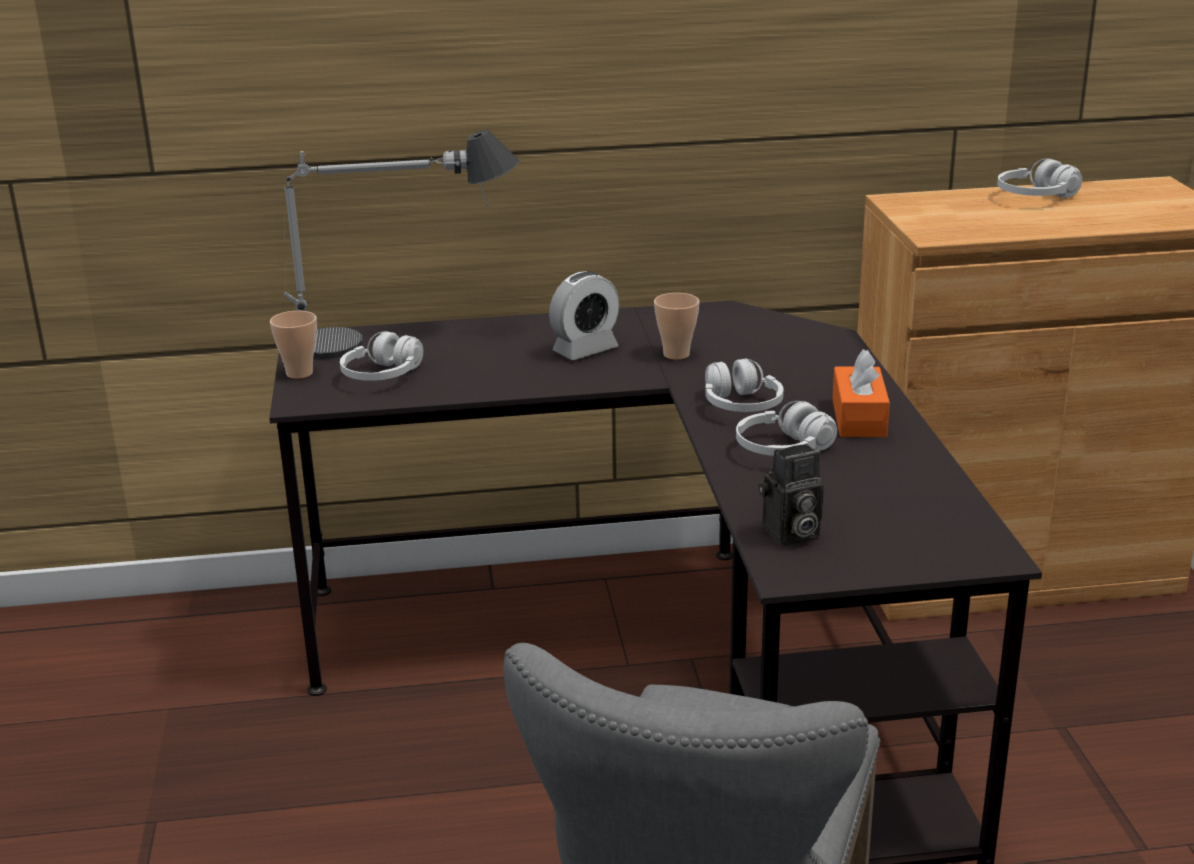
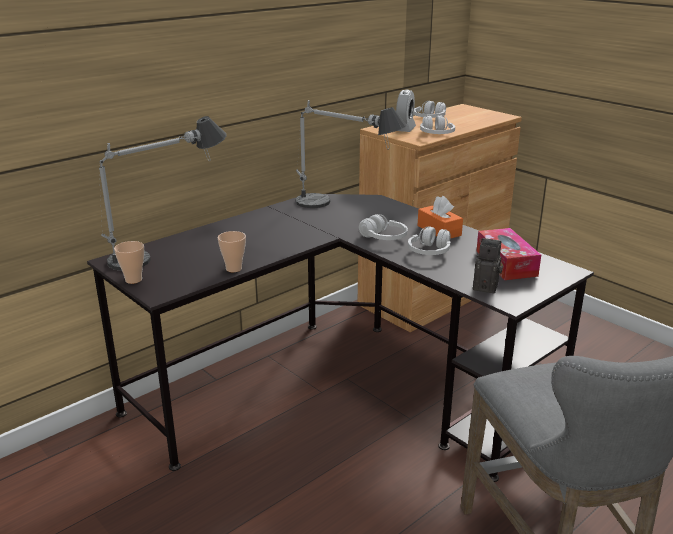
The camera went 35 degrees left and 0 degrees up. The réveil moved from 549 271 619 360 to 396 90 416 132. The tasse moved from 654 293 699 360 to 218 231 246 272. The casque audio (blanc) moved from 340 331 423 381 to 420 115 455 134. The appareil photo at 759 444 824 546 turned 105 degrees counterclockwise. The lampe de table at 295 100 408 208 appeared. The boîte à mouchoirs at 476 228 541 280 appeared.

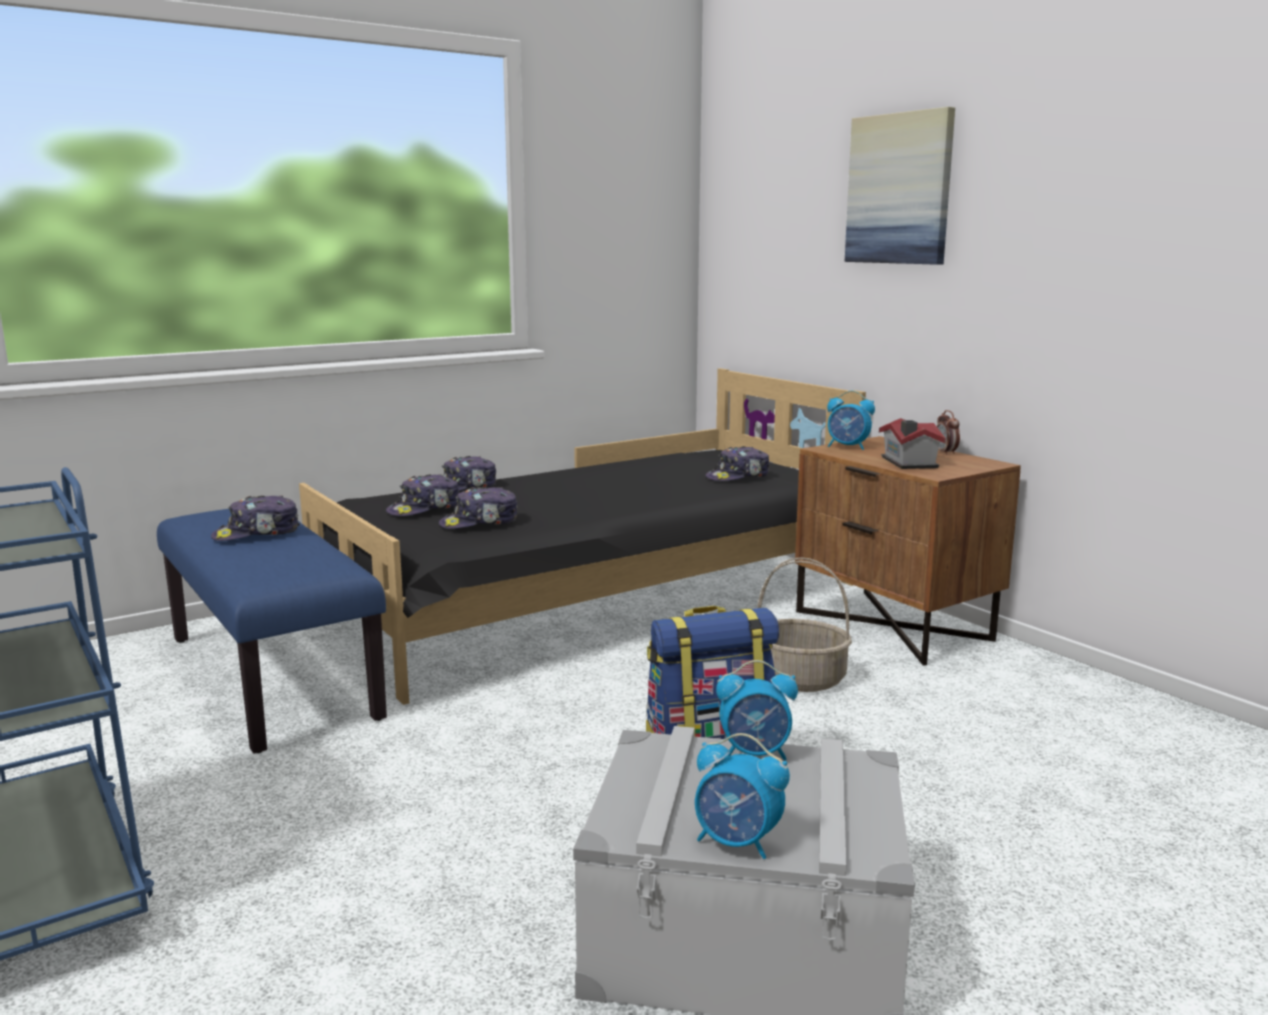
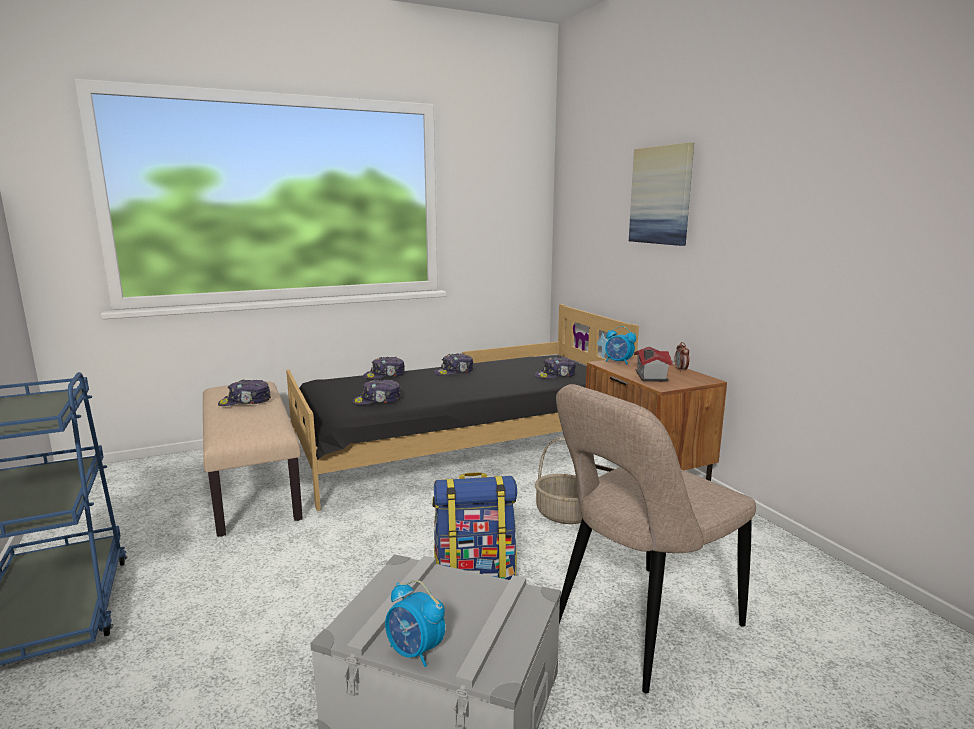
The camera went 10 degrees right and 0 degrees up. The casquette moved from 386 474 459 516 to 434 353 473 376. The banc (bleu) at 157 509 387 753 became the banc (beige) at 203 381 303 537. The réveil at 716 660 798 761 disappeared. The chaise (beige) at 556 384 756 694 appeared.

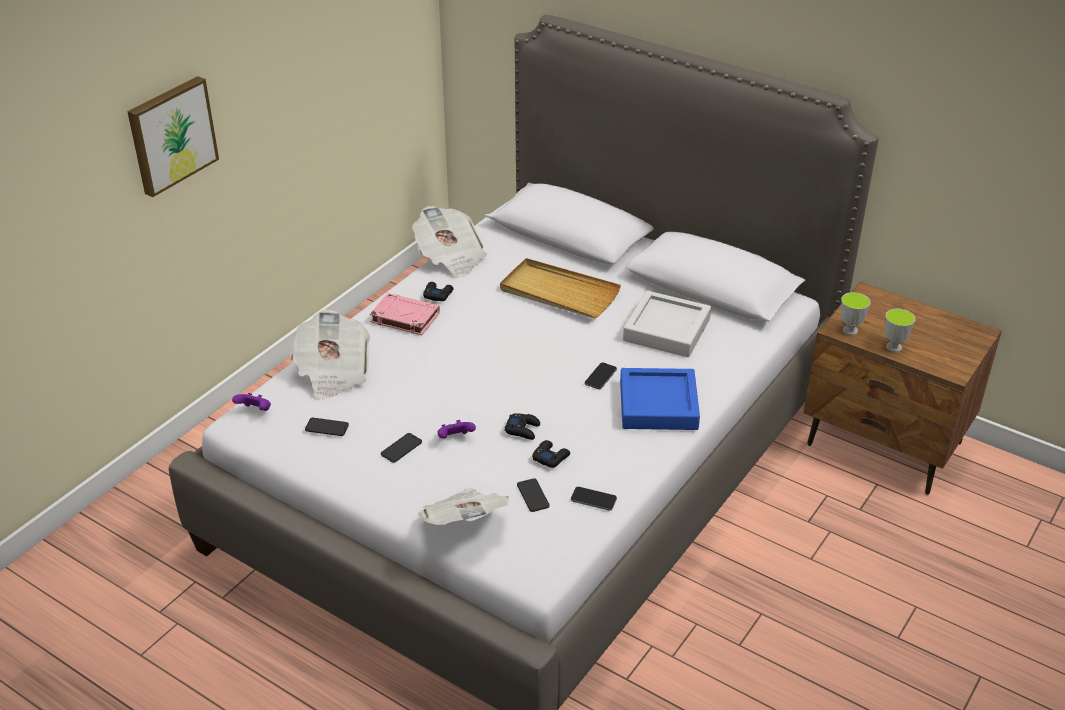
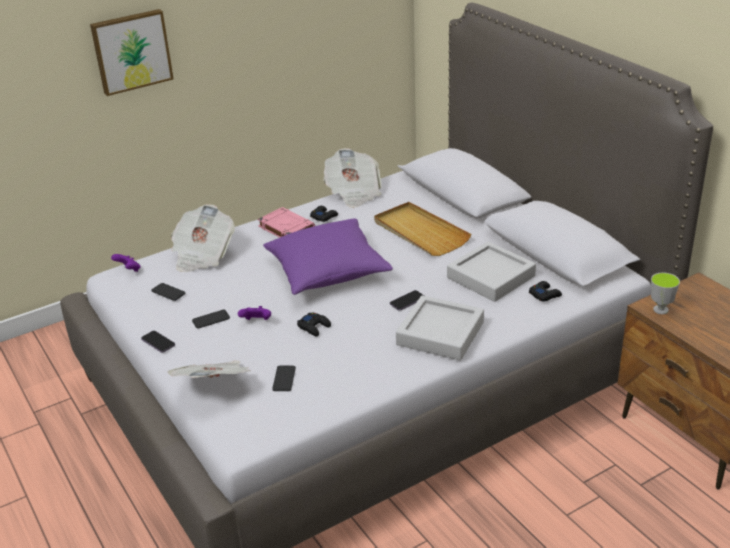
The camera went 25 degrees right and 5 degrees down. The tasse at 885 309 915 352 disappeared. The plateau (bleu) at 620 368 700 430 became the plateau (gris) at 396 295 484 360. The manette (noir) moved from 532 440 570 468 to 529 281 562 302. The téléphone moved from 571 487 617 511 to 141 331 175 353. The coussin (violet) at 263 219 393 295 appeared.

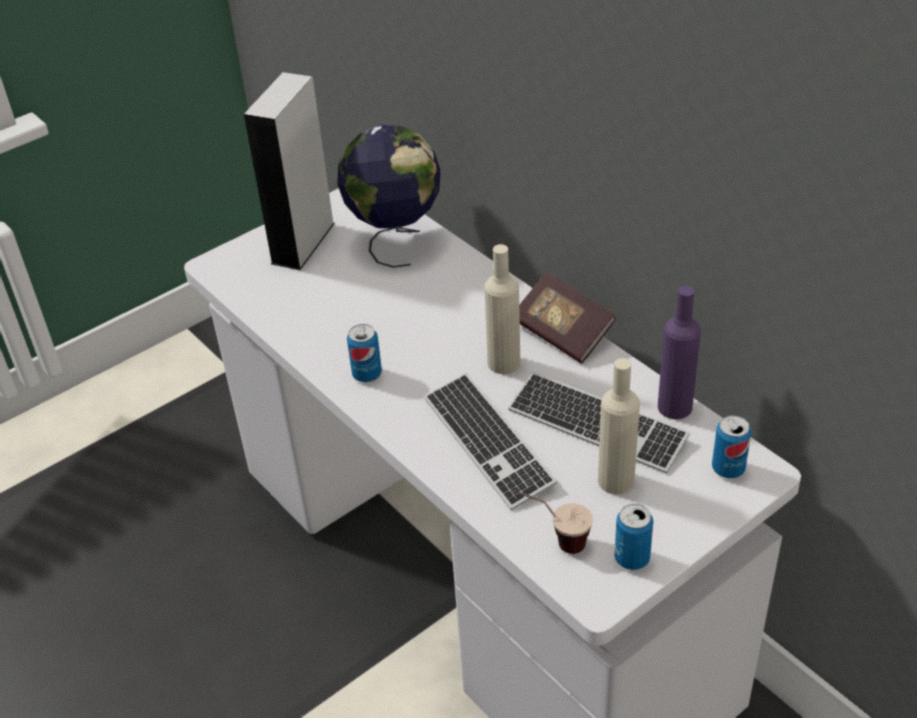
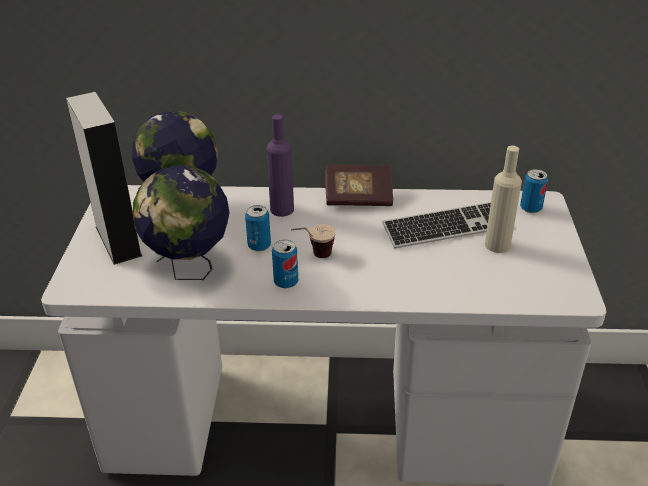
The camera went 50 degrees left and 5 degrees down. The bouteille (beige) at 484 244 520 374 disappeared. The bouteille (violet) moved from 658 286 701 419 to 266 114 294 217. The clavier at 424 373 557 510 disappeared. The tasse moved from 520 492 593 554 to 291 224 336 258. The boîte métallique moved from 614 504 653 570 to 245 205 271 251. The globe at 133 165 230 280 appeared.

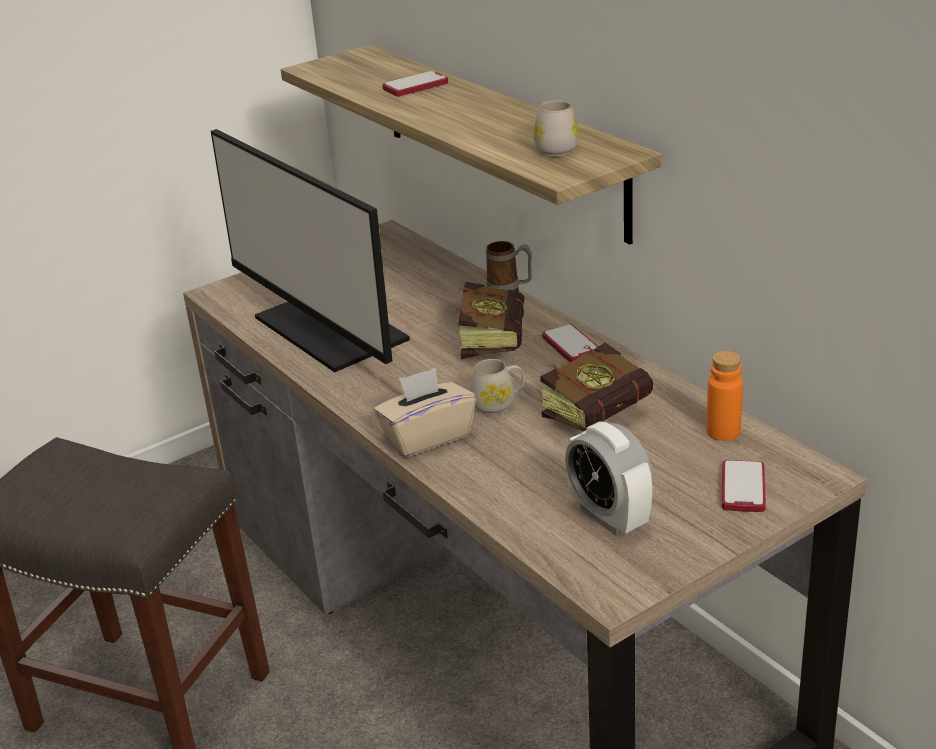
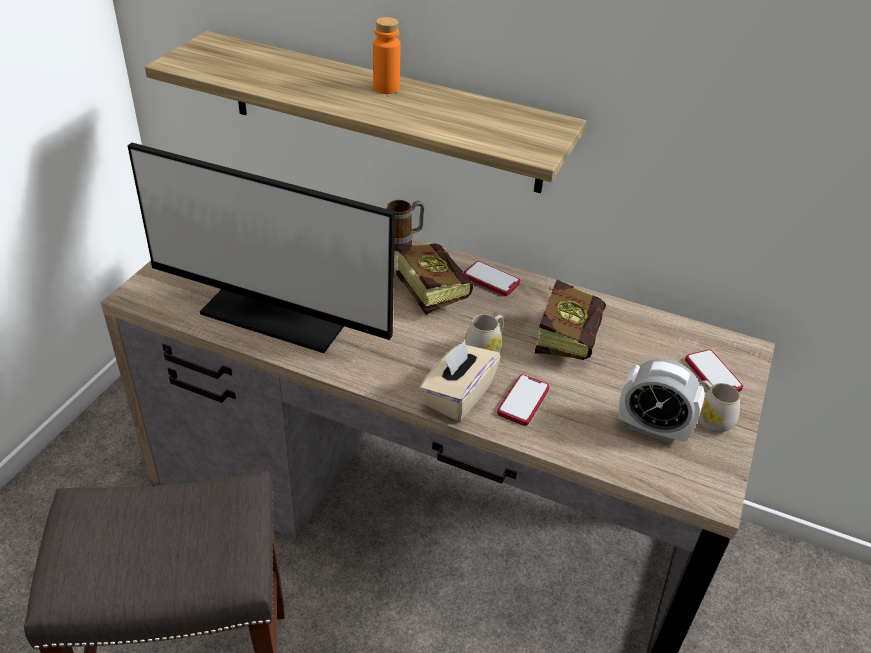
The camera went 35 degrees left and 10 degrees up. The téléphone moved from 382 71 448 97 to 497 374 550 426. The mug (blanc) moved from 533 100 579 157 to 698 380 740 433. The bouteille (orange) moved from 706 351 743 441 to 373 17 400 94.

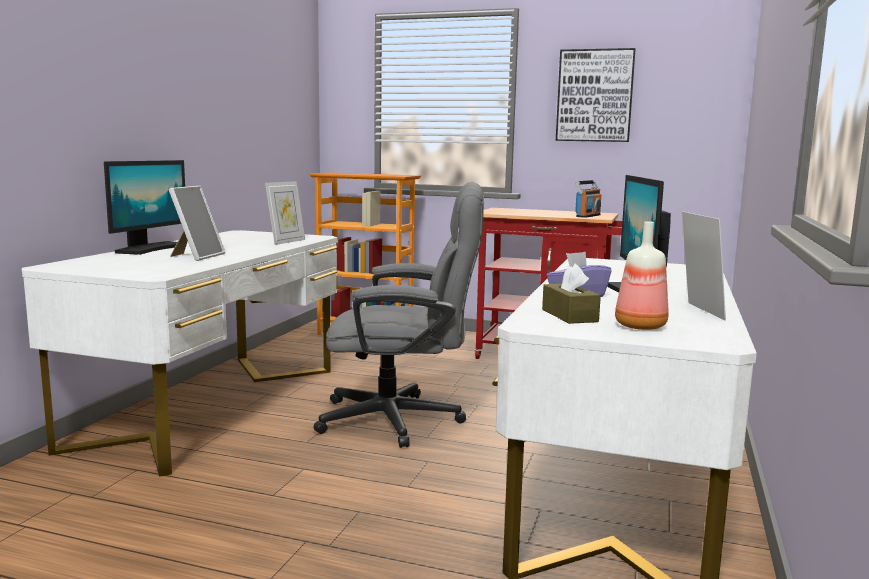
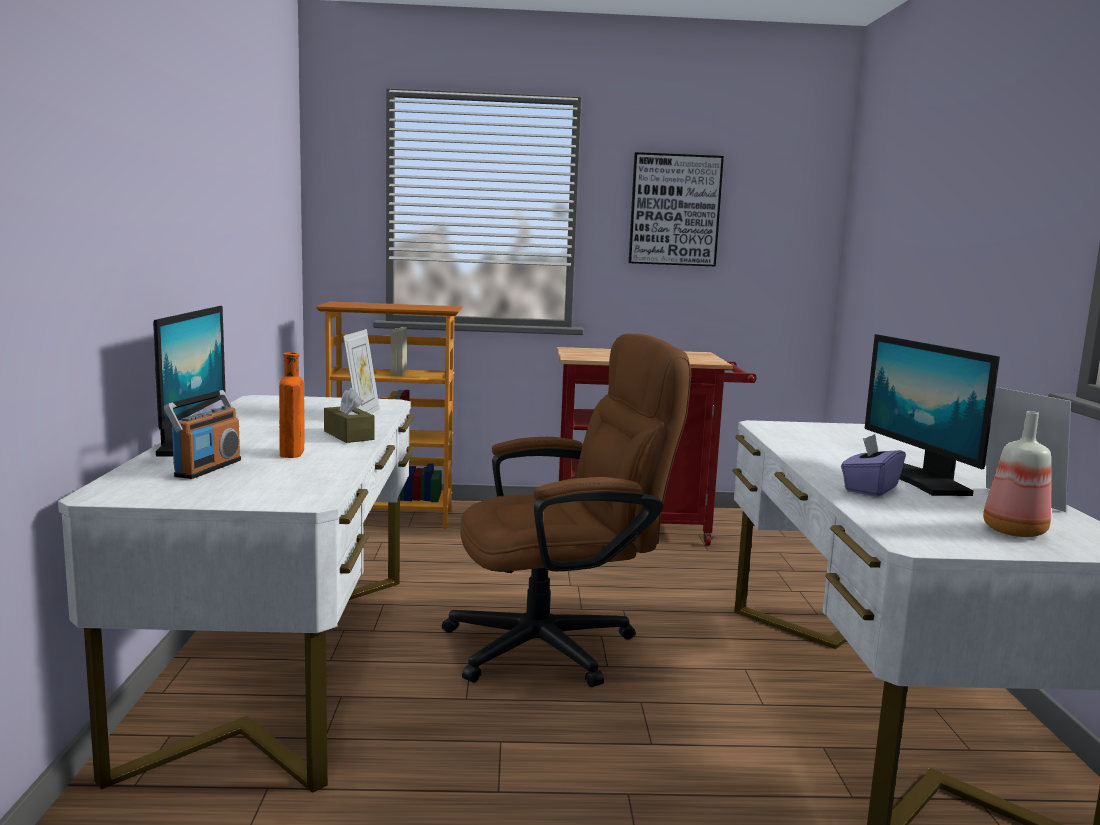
The camera went 20 degrees left and 0 degrees up. The radio moved from 575 180 601 218 to 164 390 241 479. The chaise de bureau (gris) at 313 182 484 448 became the chaise de bureau (marron) at 442 333 691 687. The cadre photo at 169 186 225 261 was replaced by the bouteille (orange) at 279 352 304 458. The boîte à mouchoirs (marron) moved from 542 264 601 324 to 324 388 374 443.

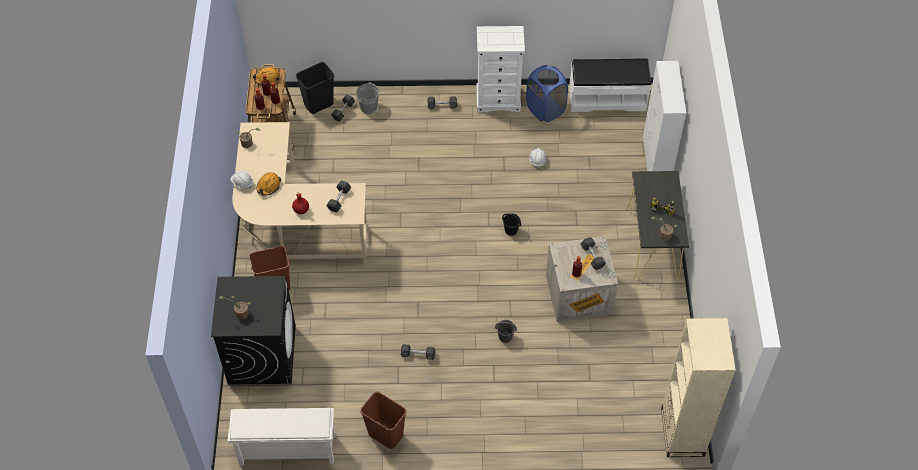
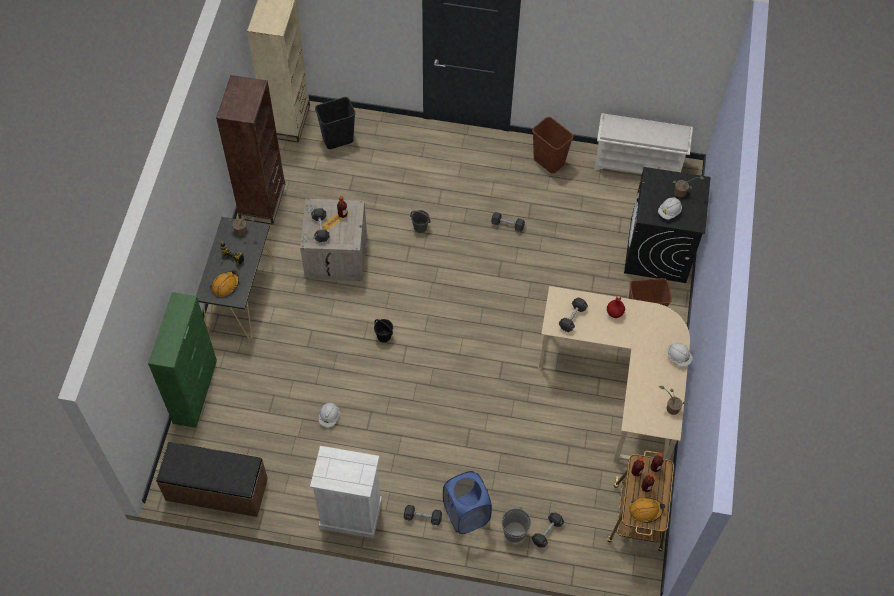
The camera went 170 degrees left and 5 degrees up. The banc (blanc) at 569 58 651 112 became the banc (marron) at 156 442 268 517. The meuble de rangement (blanc) at 643 61 686 171 became the meuble de rangement (vert) at 148 292 217 428. The poubelle (noir) moved from 296 62 334 114 to 315 97 356 149. The panier à linge (bleu) moved from 526 65 568 122 to 443 471 492 534. The casque de chantier (orange) moved from 256 172 281 196 to 210 269 239 297. The bibliothèque (marron) at 216 75 285 224 appeared. The casque de chantier (blanc) at 658 197 682 219 appeared.

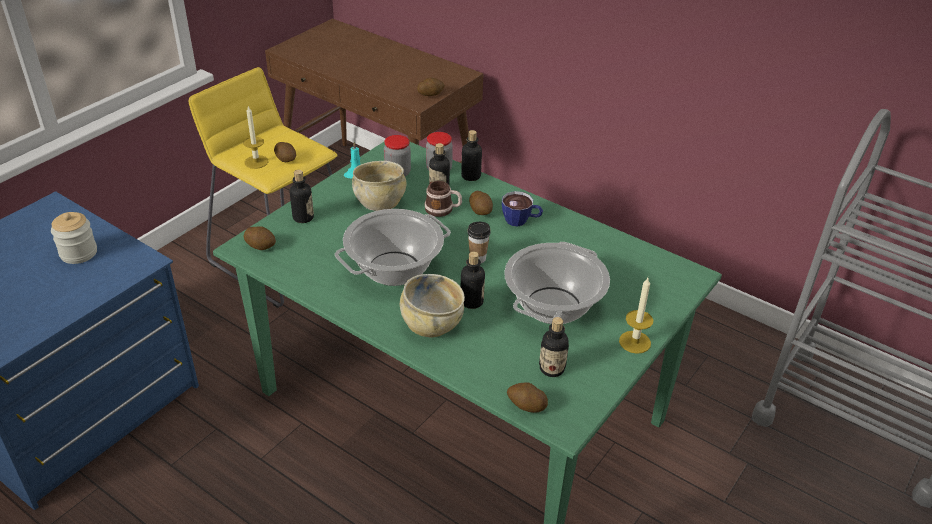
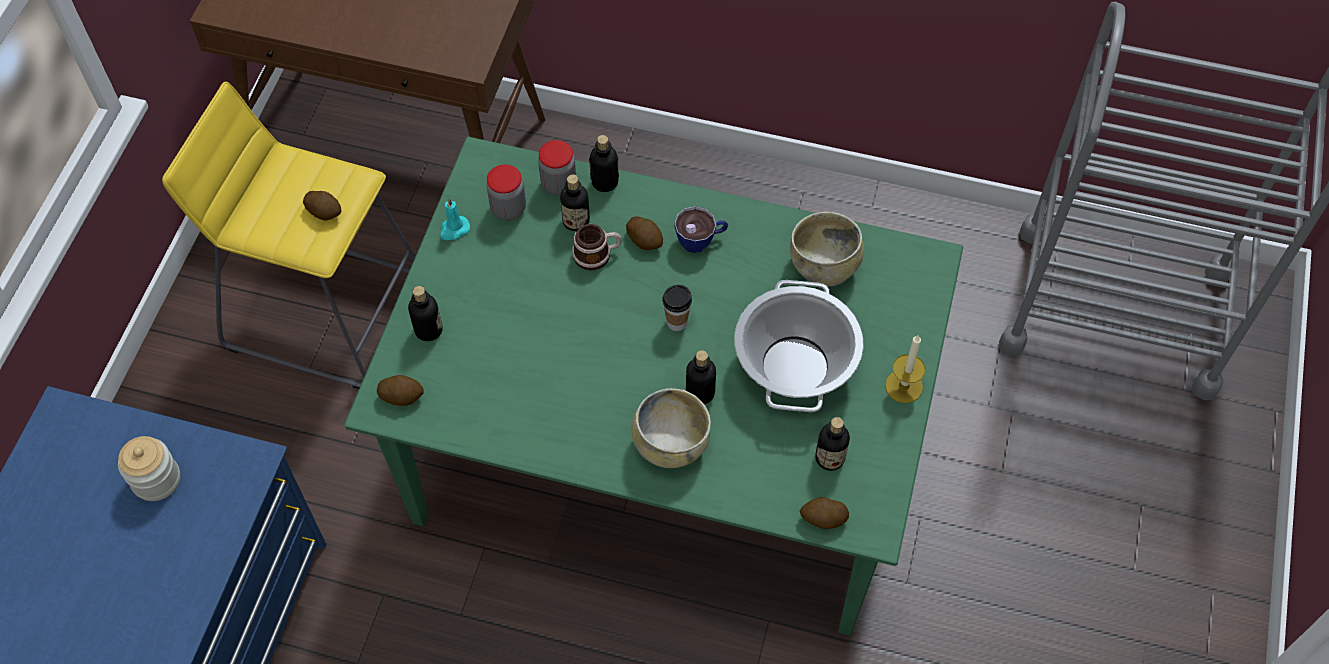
The camera went 20 degrees left and 20 degrees up. The pomme de terre at 417 78 445 96 disappeared. The bougie at 243 106 269 169 disappeared. The bol (beige) moved from 352 161 406 211 to 790 212 864 287. The marmite at 335 209 451 286 disappeared.

